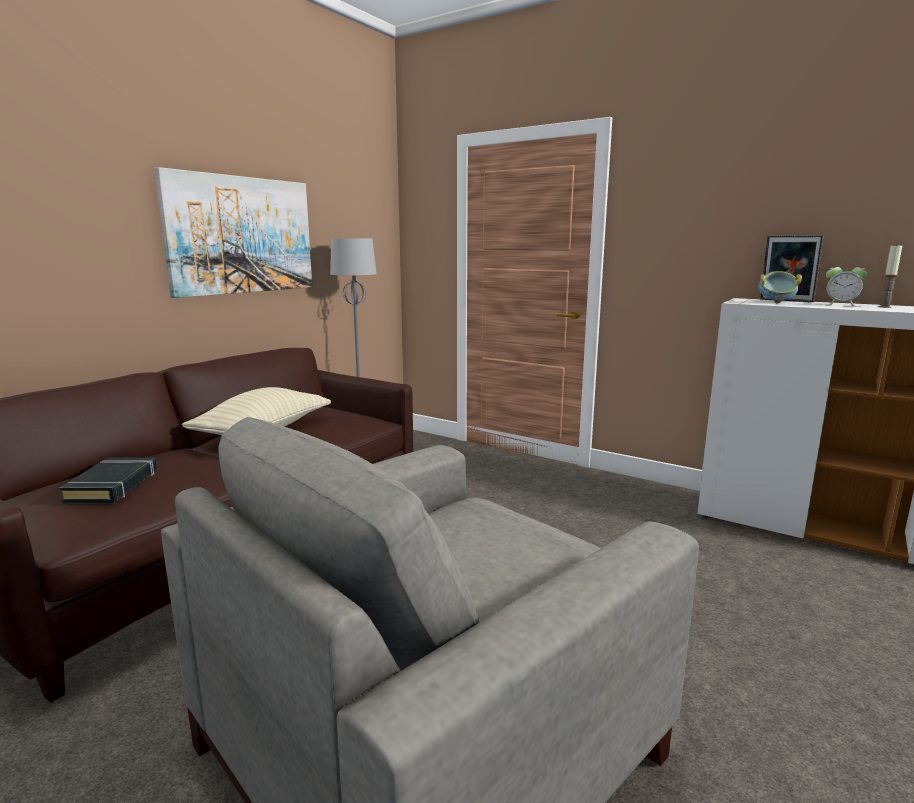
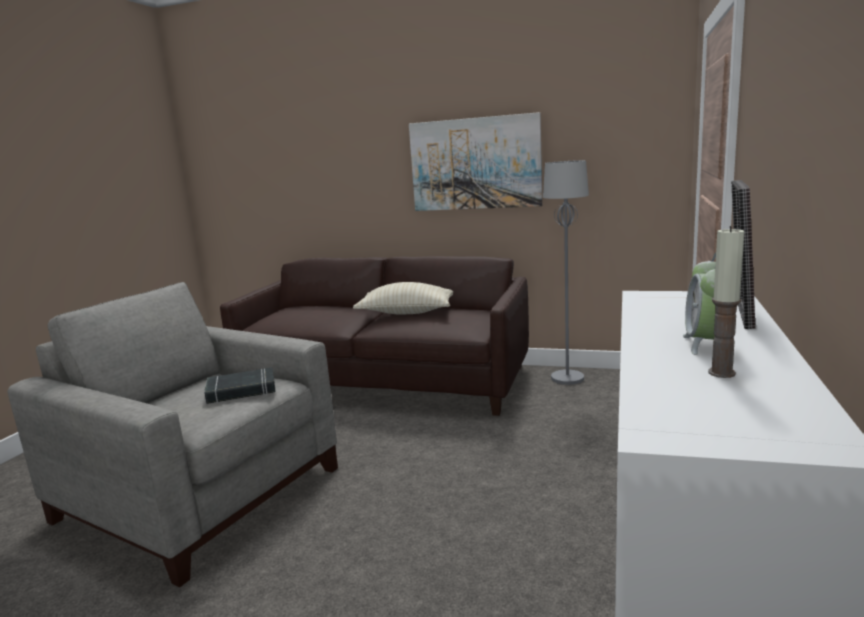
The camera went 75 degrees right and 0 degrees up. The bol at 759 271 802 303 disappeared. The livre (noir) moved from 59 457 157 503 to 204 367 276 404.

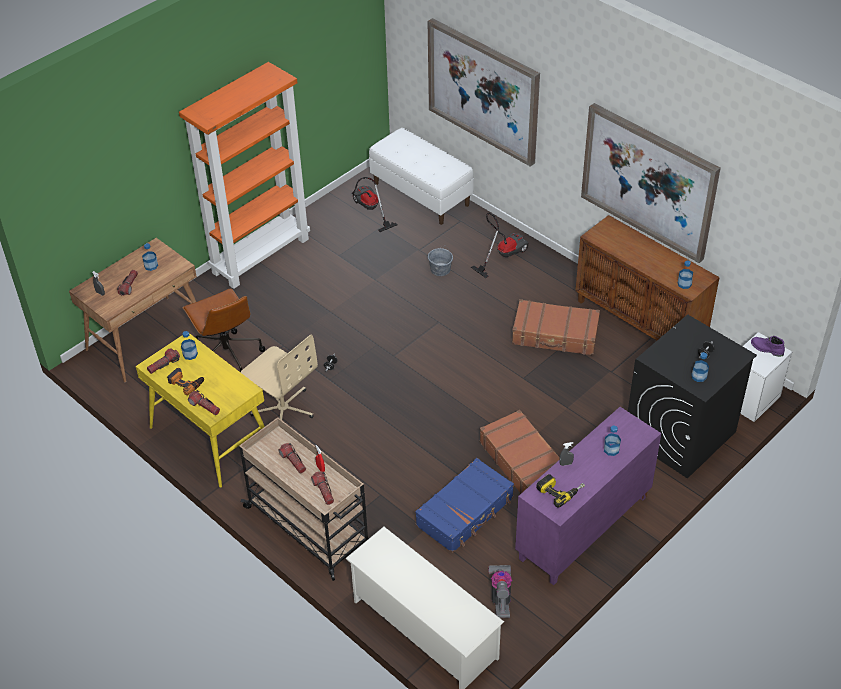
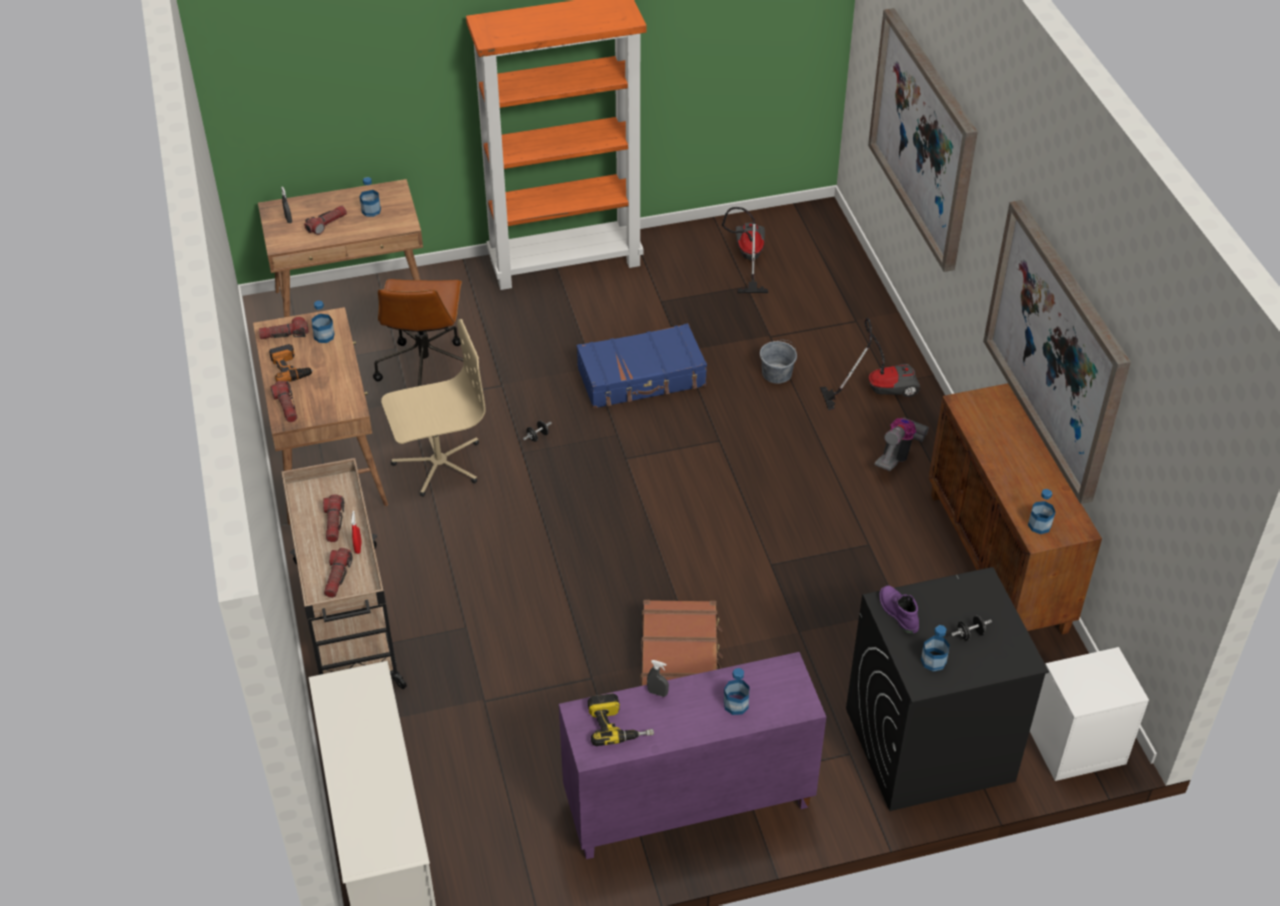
The camera went 30 degrees right and 0 degrees up. The banc (blanc) at 369 128 474 225 disappeared. The valise (marron) at 512 299 600 356 disappeared. The bureau (jaune) at 136 333 265 487 became the bureau (marron) at 253 307 388 525. The chaise de bureau (beige) at 241 334 318 420 turned 90 degrees counterclockwise. The botte (violet) moved from 751 336 785 357 to 879 585 919 634. The valise (bleu) moved from 415 458 514 553 to 577 323 707 409. The aspirateur moved from 489 565 512 618 to 874 417 929 471.

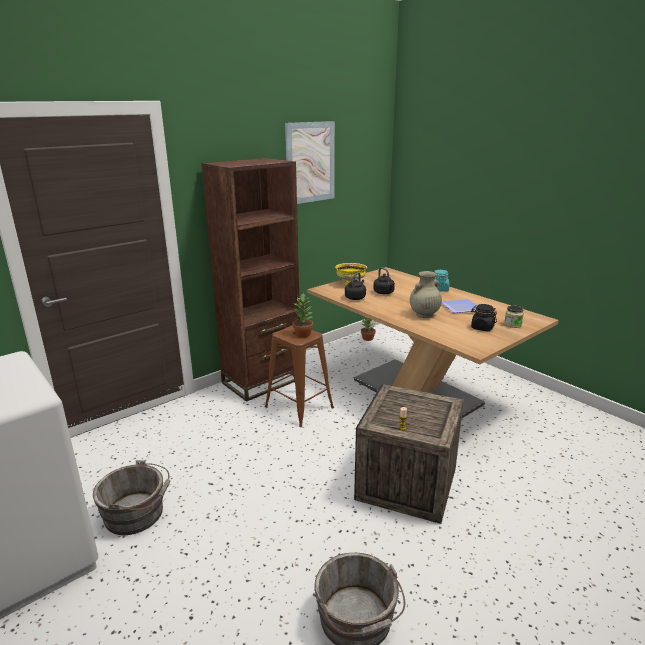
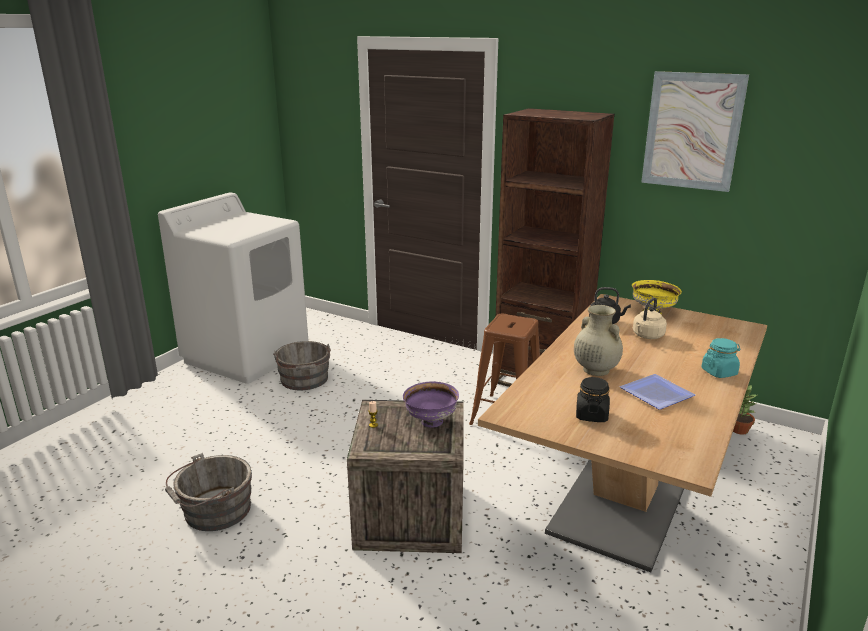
The camera went 70 degrees right and 0 degrees up. The bouilloire (noir) at 373 267 395 294 became the bouilloire (beige) at 633 298 667 339. The plante en pot at 293 293 313 338 disappeared. The bocal at 504 305 524 328 disappeared. The bol (violet) at 403 382 459 427 appeared.

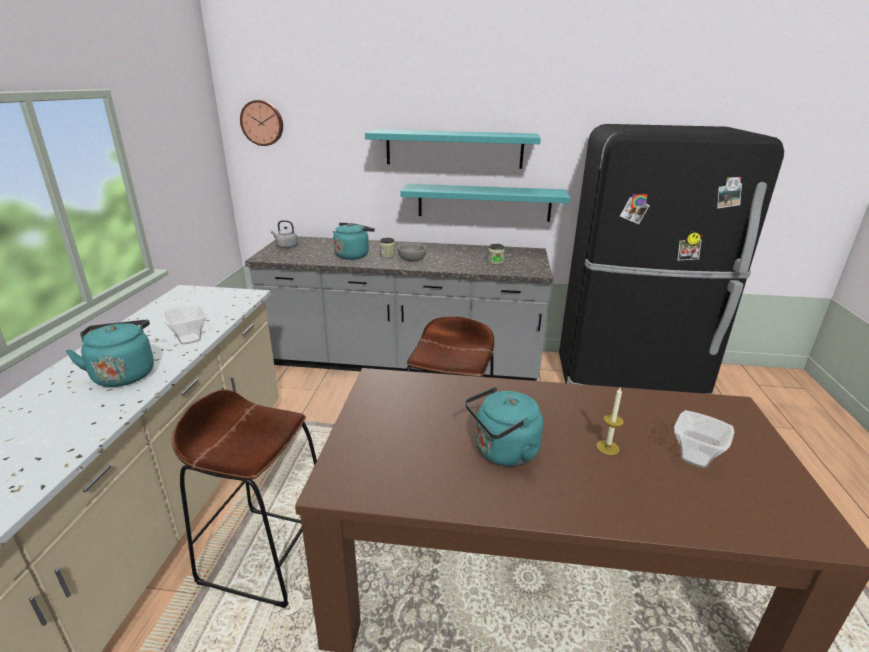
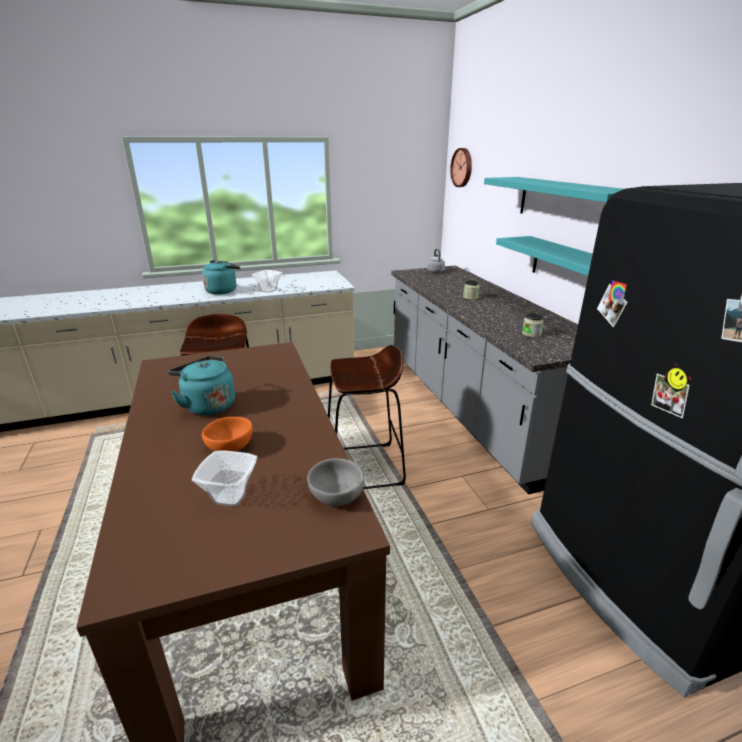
The camera went 65 degrees right and 0 degrees up. The bouilloire (turquoise) at 333 223 375 260 disappeared. The bol (gris) moved from 397 243 426 262 to 307 458 364 506. The bougie at 596 388 624 455 was replaced by the bol (orange) at 202 417 253 452.

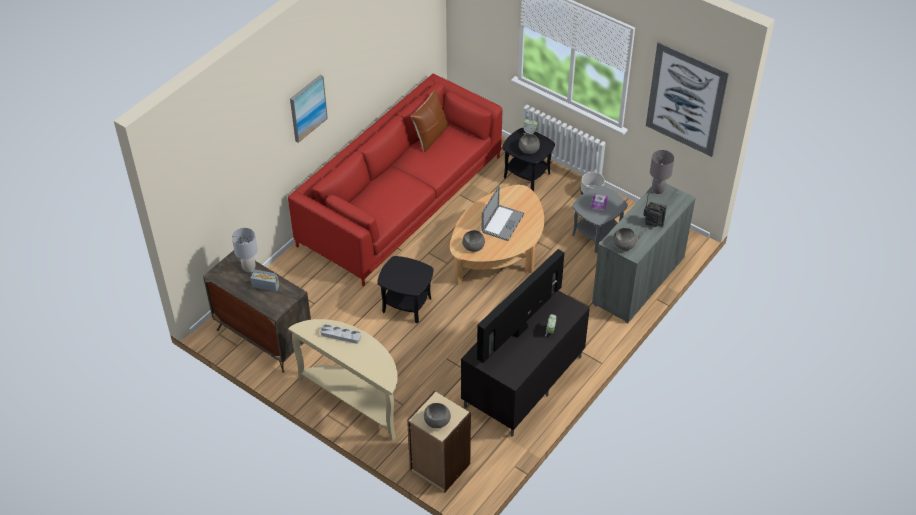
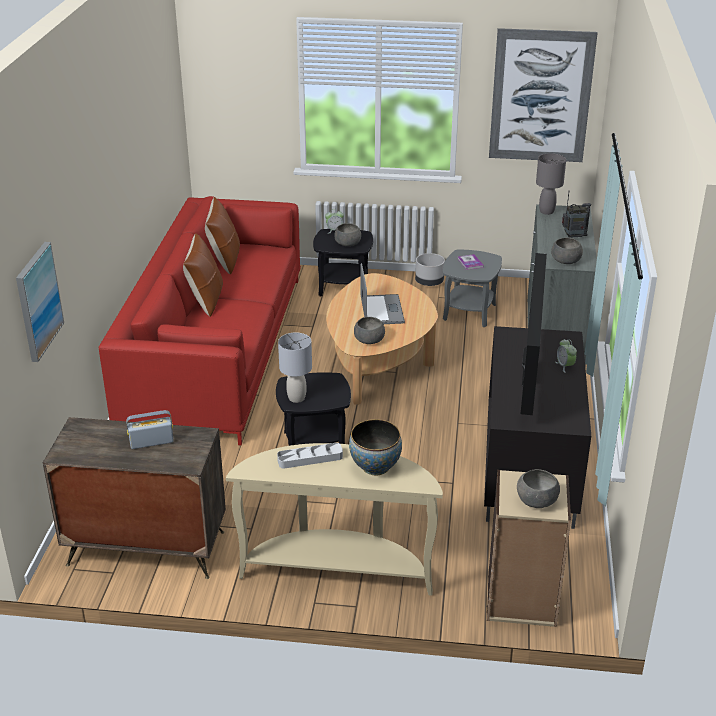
The camera went 30 degrees left and 15 degrees down. The tableau moved from 290 75 328 143 to 16 242 64 362. The lampe de table (gris) moved from 232 228 258 272 to 278 333 312 403. The coussin (marron) at 183 233 223 317 appeared. The bol at 349 419 402 475 appeared.

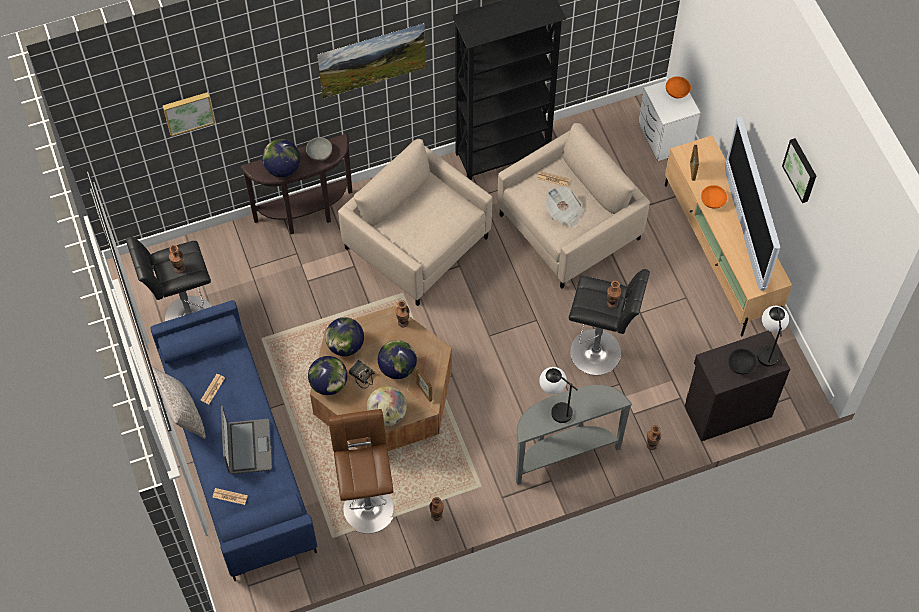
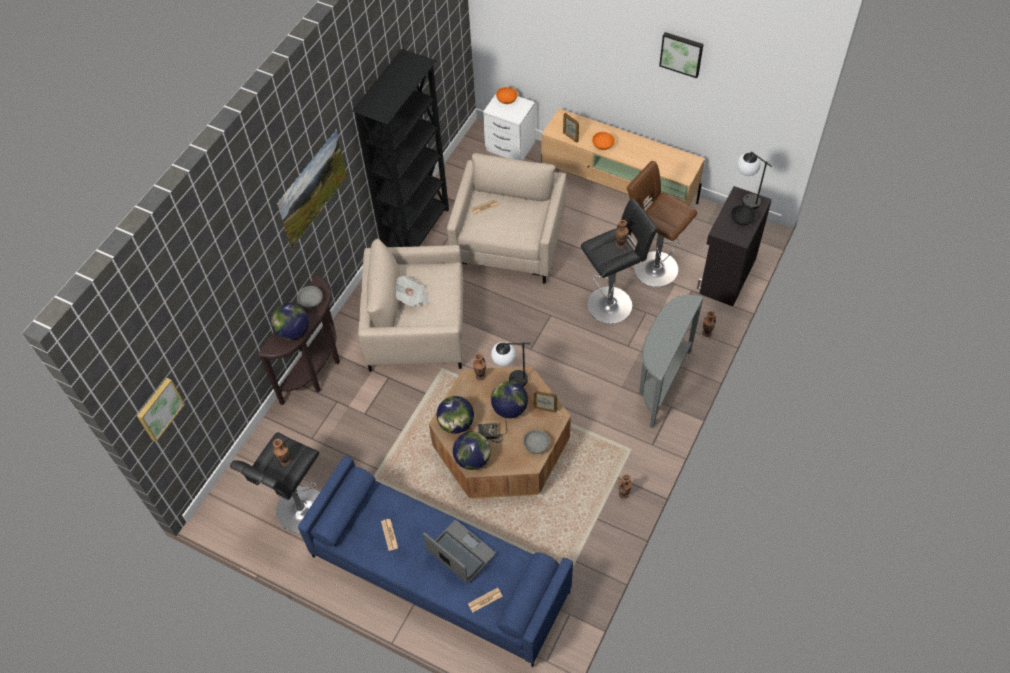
The camera went 40 degrees left and 5 degrees down. The tableau moved from 163 92 215 137 to 137 378 185 442. The téléviseur at 725 117 780 291 disappeared. The journal moved from 545 186 584 228 to 396 276 431 307. The coussin (gris) at 151 366 206 439 disappeared. The lampe de table moved from 539 367 578 423 to 491 342 531 386. The globe at 367 386 407 426 was replaced by the bol (gris) at 523 430 550 454. The tabouret (marron) moved from 329 409 393 534 to 627 161 697 287.

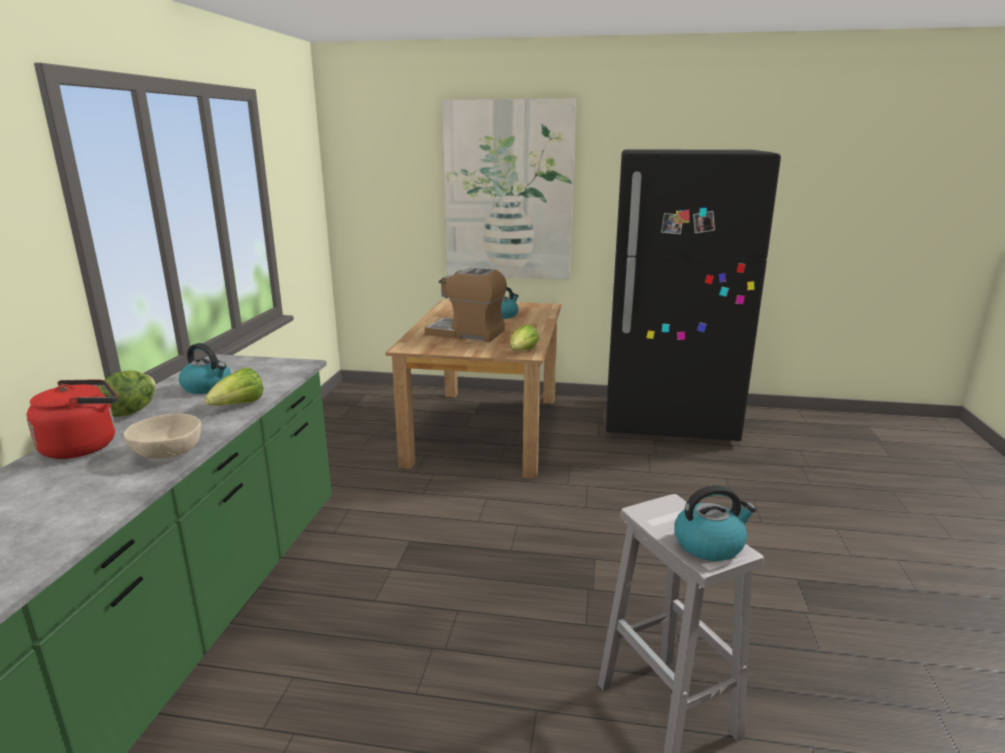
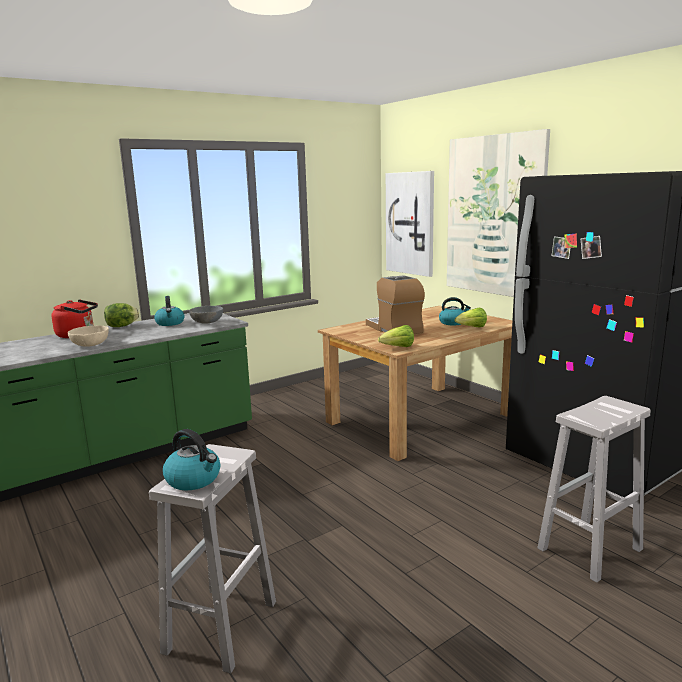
The camera went 45 degrees right and 5 degrees down. The laitue moved from 205 367 264 406 to 454 308 487 327. The tableau at 386 171 434 277 appeared. The bol (gris) at 189 306 223 324 appeared. The tabouret (blanc) at 537 396 651 583 appeared.

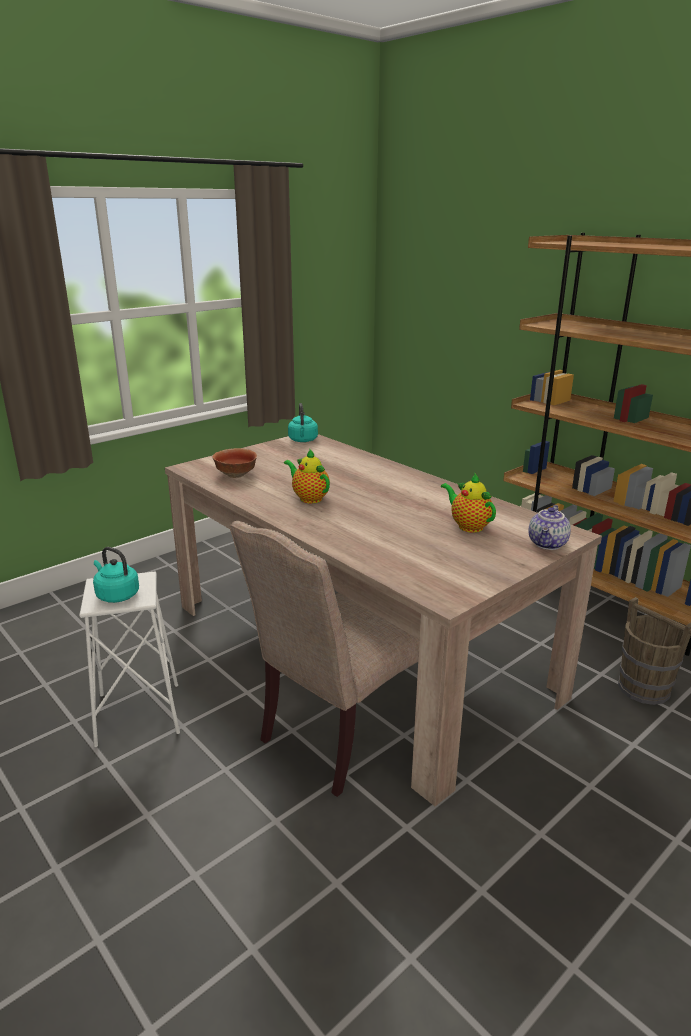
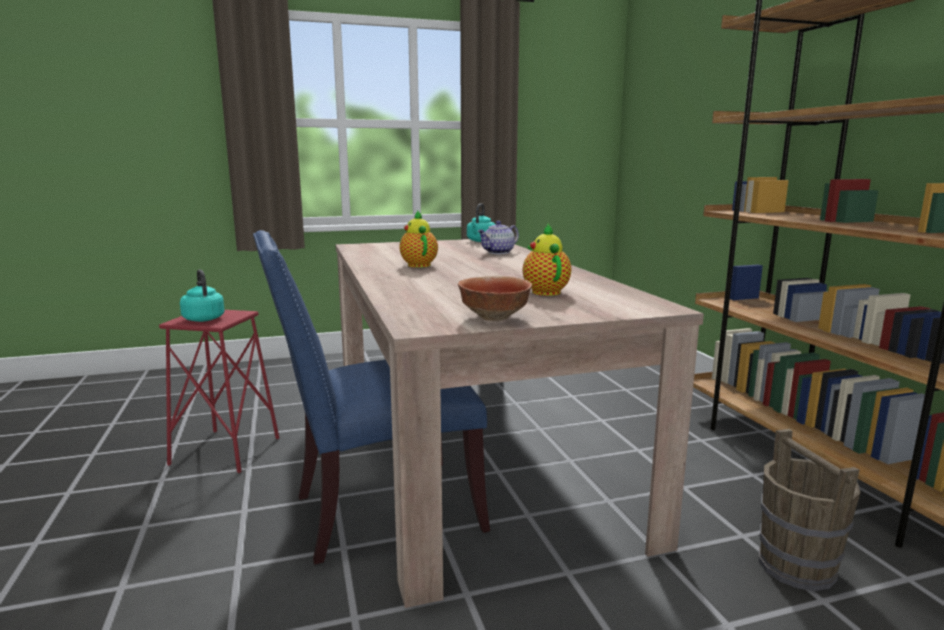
The camera went 25 degrees right and 10 degrees down. The bol moved from 212 448 257 478 to 458 276 532 321. The théière moved from 528 505 571 550 to 478 221 519 254. The chaise (beige) at 230 521 419 797 became the chaise (bleu) at 253 230 490 565. The tabouret (blanc) at 79 572 180 747 became the tabouret (rouge) at 159 310 280 473.

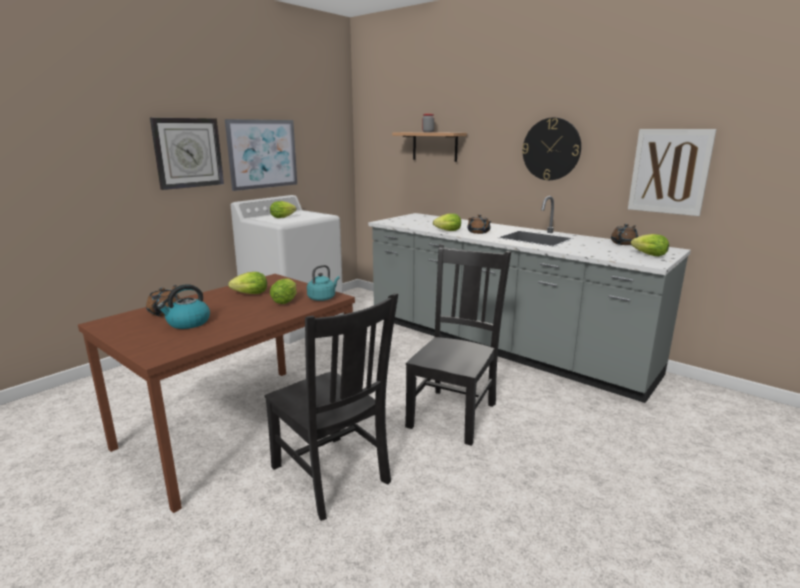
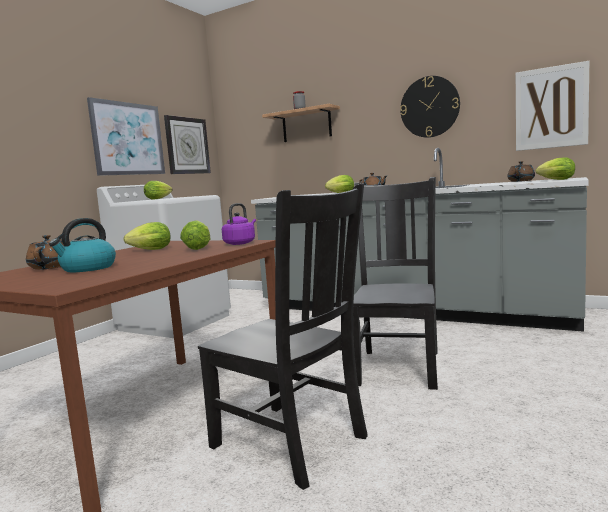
The camera went 10 degrees left and 10 degrees down. The horloge murale moved from 150 118 224 190 to 164 115 211 174. The bouilloire (turquoise) at 307 265 340 301 became the bouilloire (violet) at 222 203 256 245.

